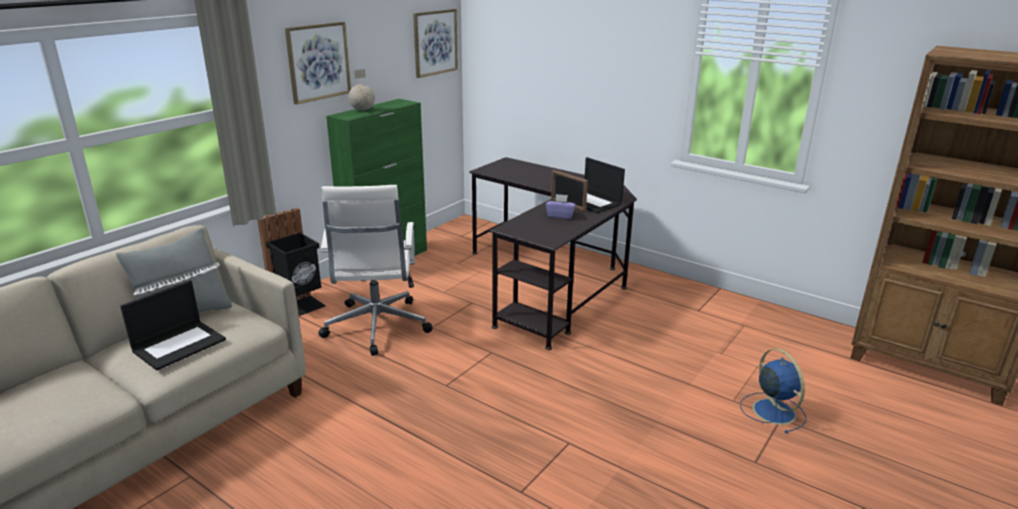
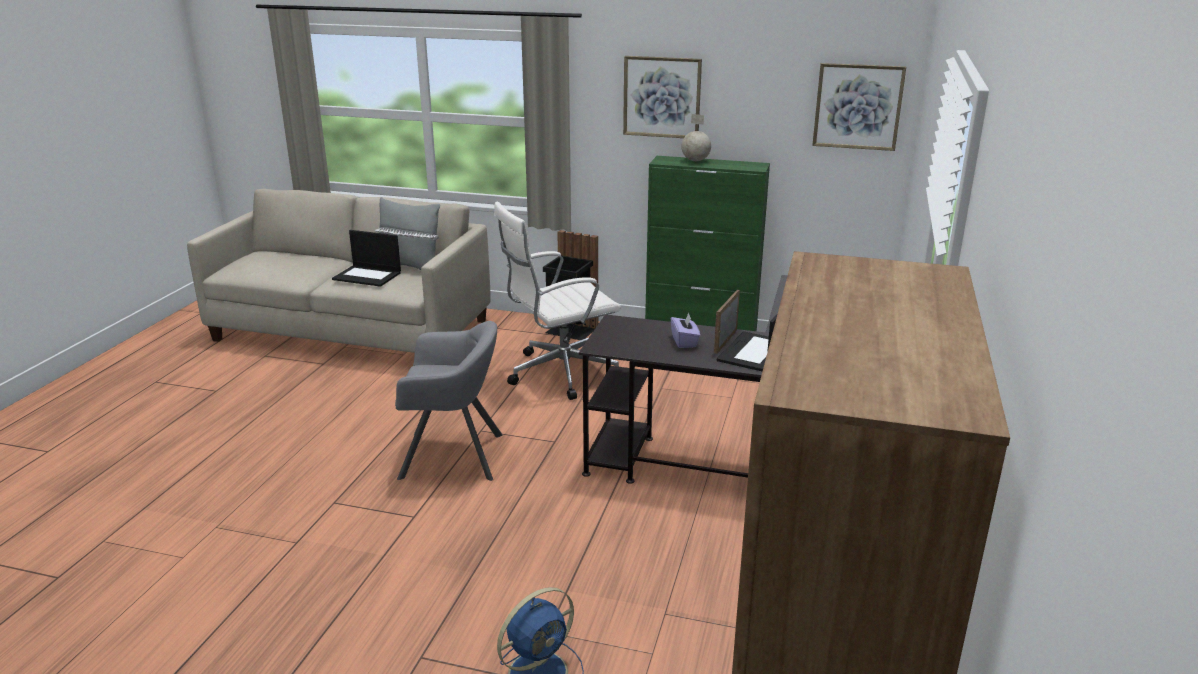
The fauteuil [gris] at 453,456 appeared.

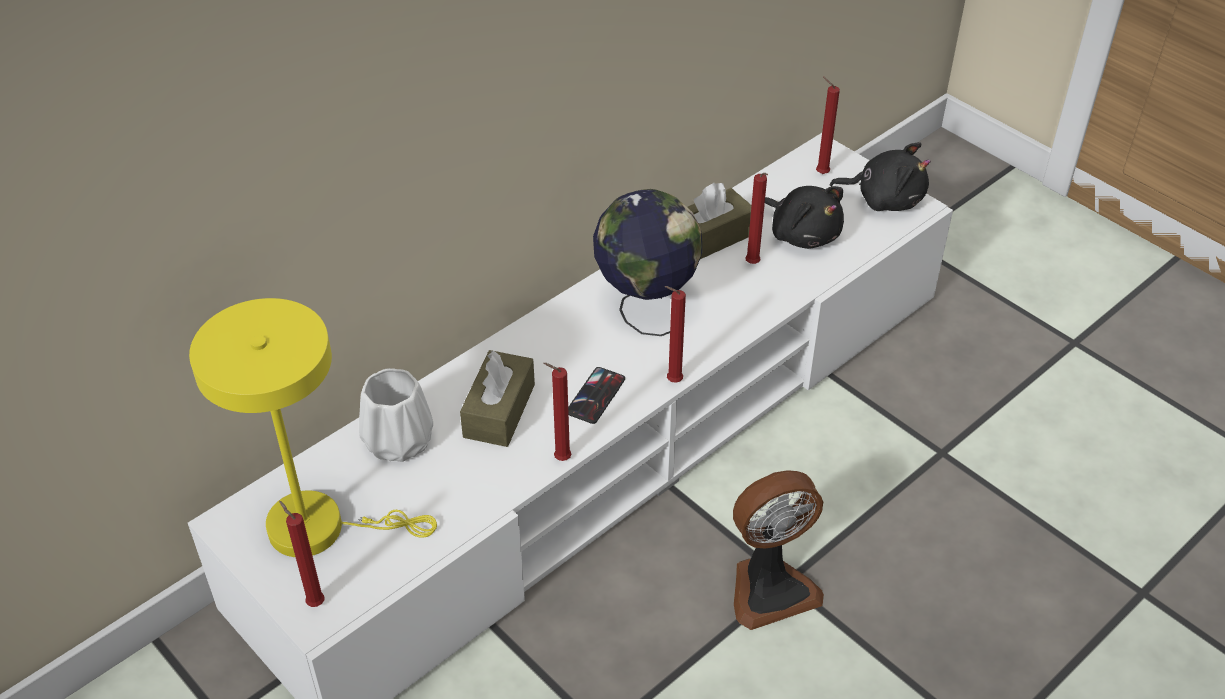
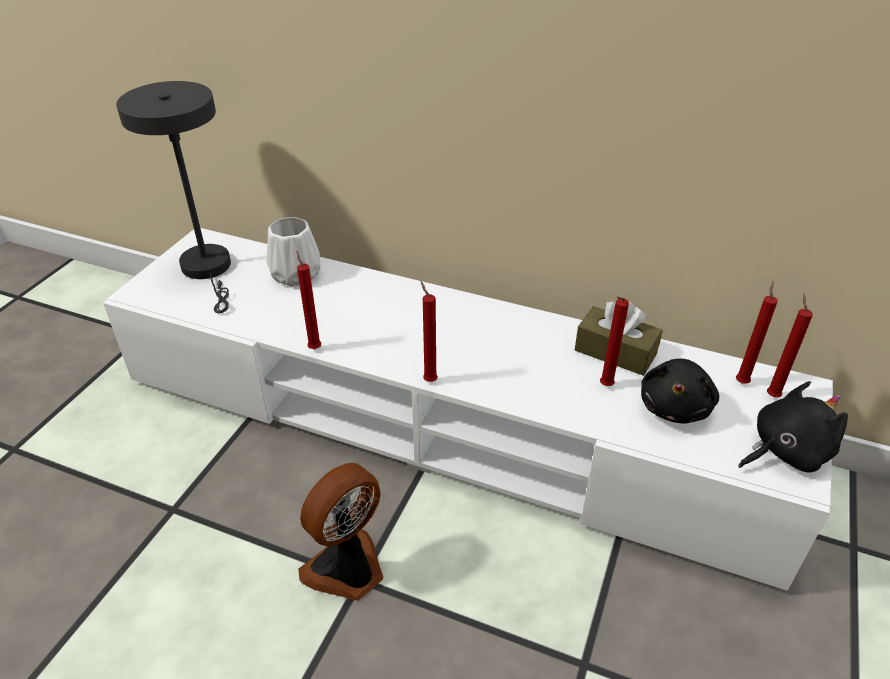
The boîte à mouchoirs [marron] at 499,411 disappeared. The téléphone at 596,396 disappeared. The globe at 646,306 disappeared. The bougie [rouge] moved from 314,602 to 741,381. The lampe de table [jaune] at 320,527 became the lampe de table [gris] at 209,270. The ventilateur at 769,587 turned 90 degrees clockwise. The peluche [noir] at 884,199 turned 105 degrees counterclockwise.

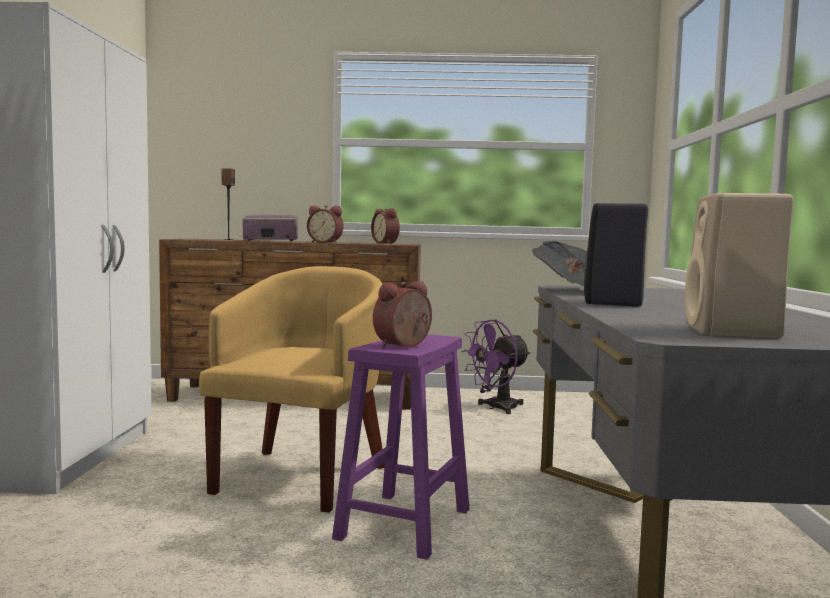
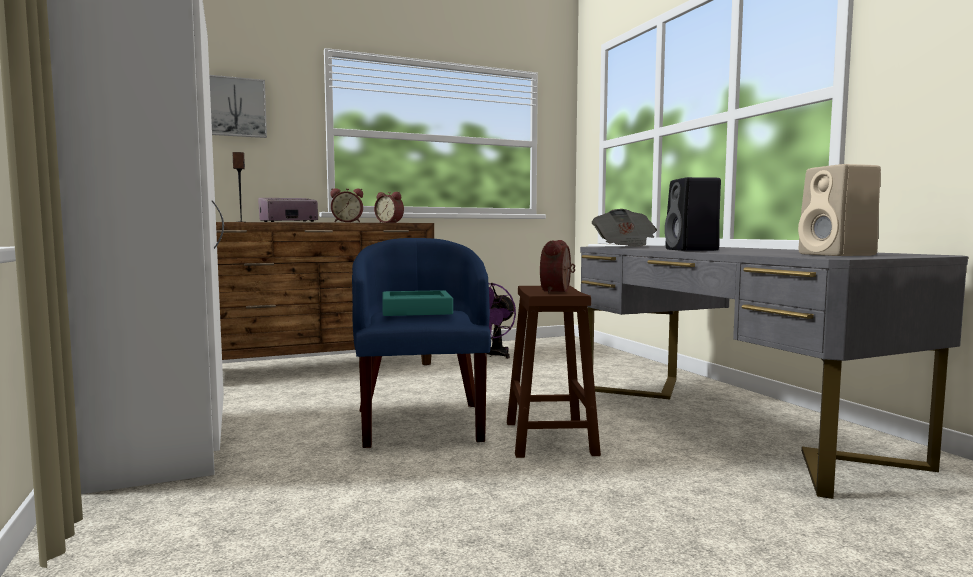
The tableau at 235,107 appeared. The plateau [turquoise] at 416,310 appeared. The fauteuil [jaune] at 301,476 became the fauteuil [bleu] at 421,422. The tabouret [violet] at 405,522 became the tabouret [marron] at 549,437.

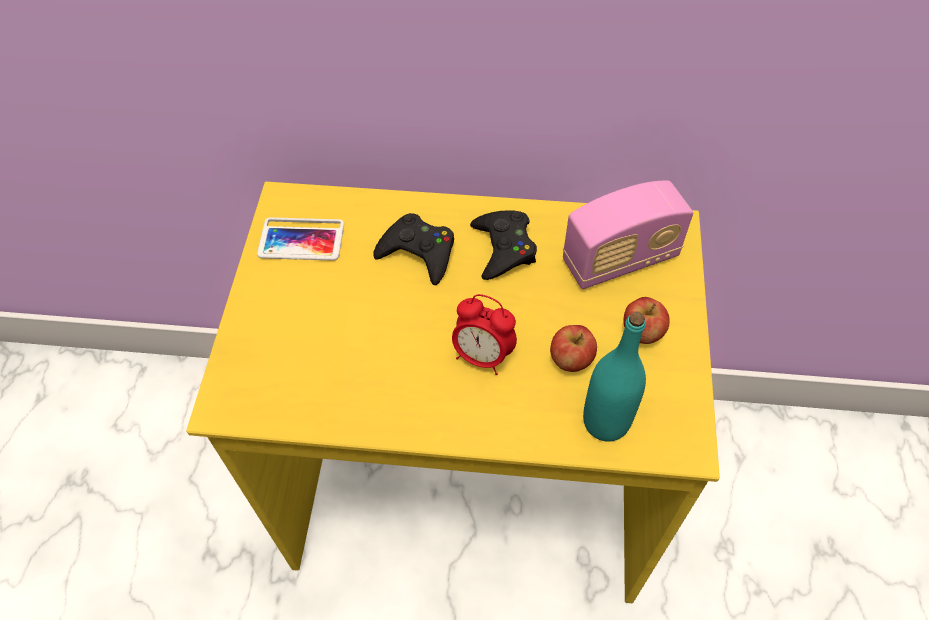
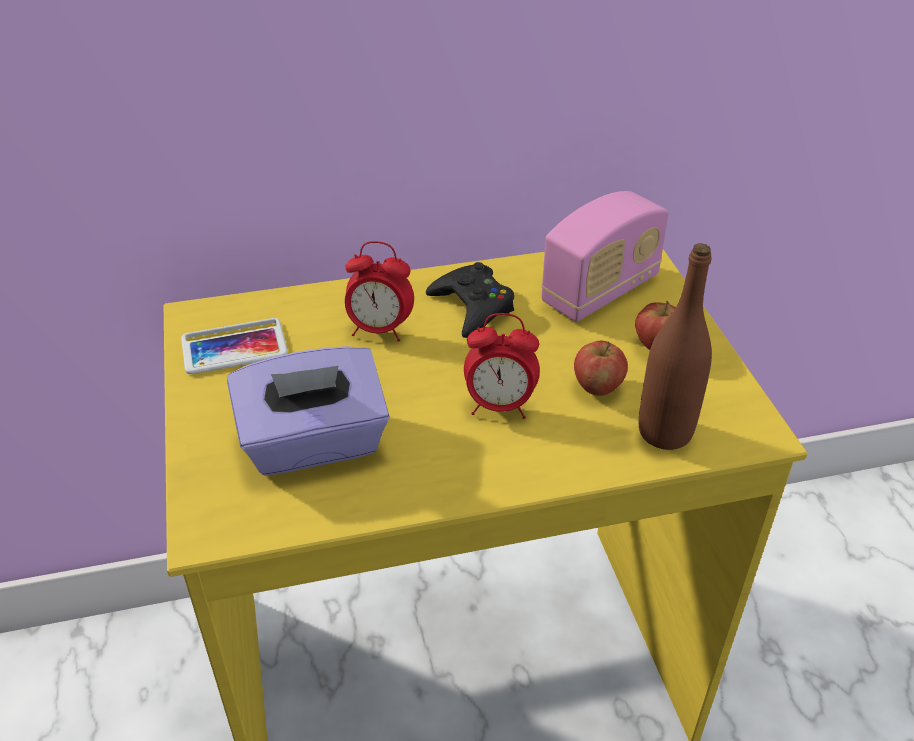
The boîte à mouchoirs [violet] at 314,444 appeared. The manette [noir] at 418,253 was replaced by the réveil at 379,330. The bouteille [turquoise] at 606,422 became the bouteille [marron] at 665,432.

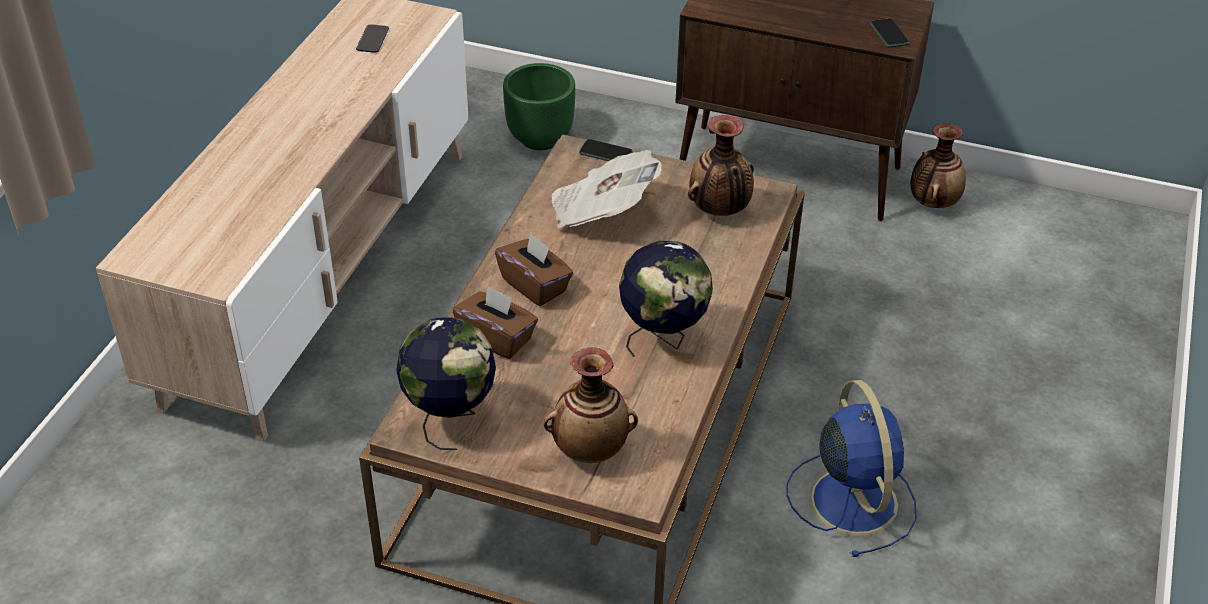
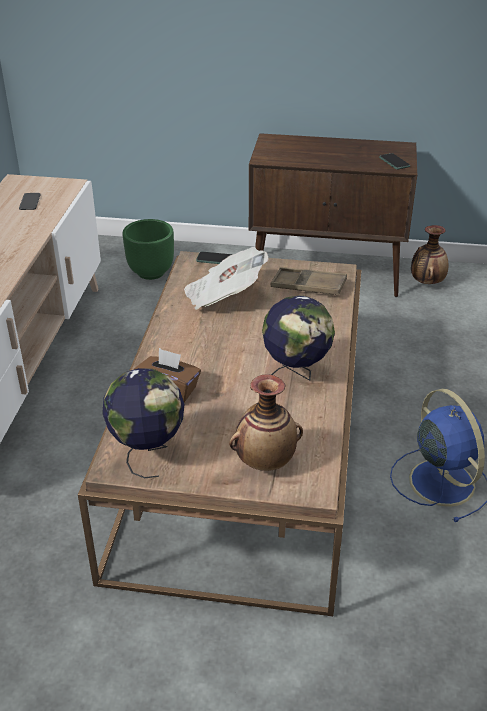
The boîte à mouchoirs [marron] at 535,285 disappeared. The vase at 719,210 was replaced by the plateau [marron] at 308,286.

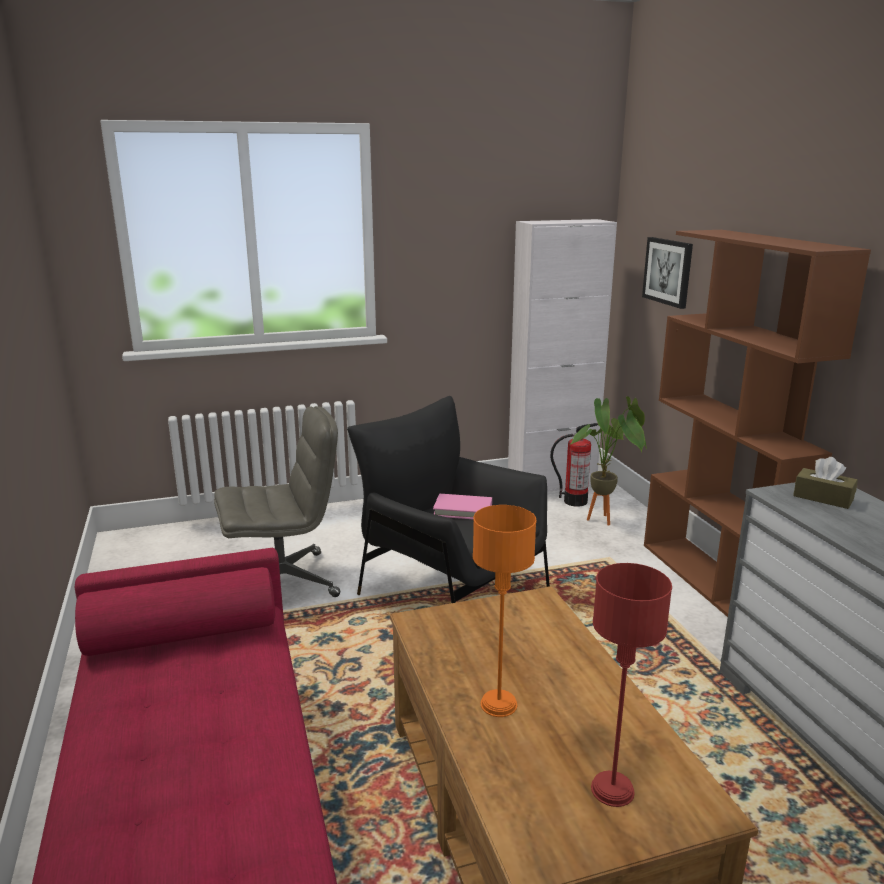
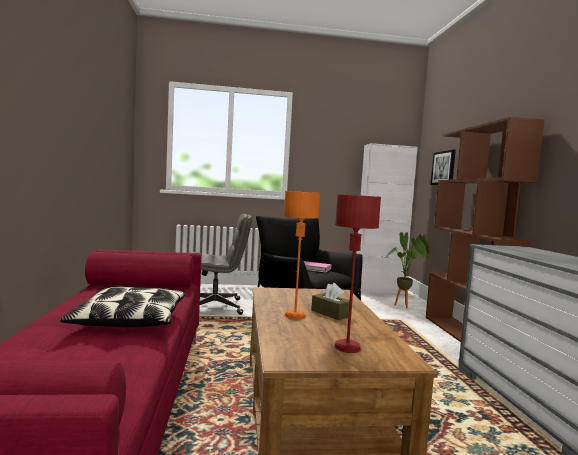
The extincteur at 575,501 disappeared. The coussin at 130,320 appeared. The boîte à mouchoirs [marron] moved from 823,498 to 330,313.

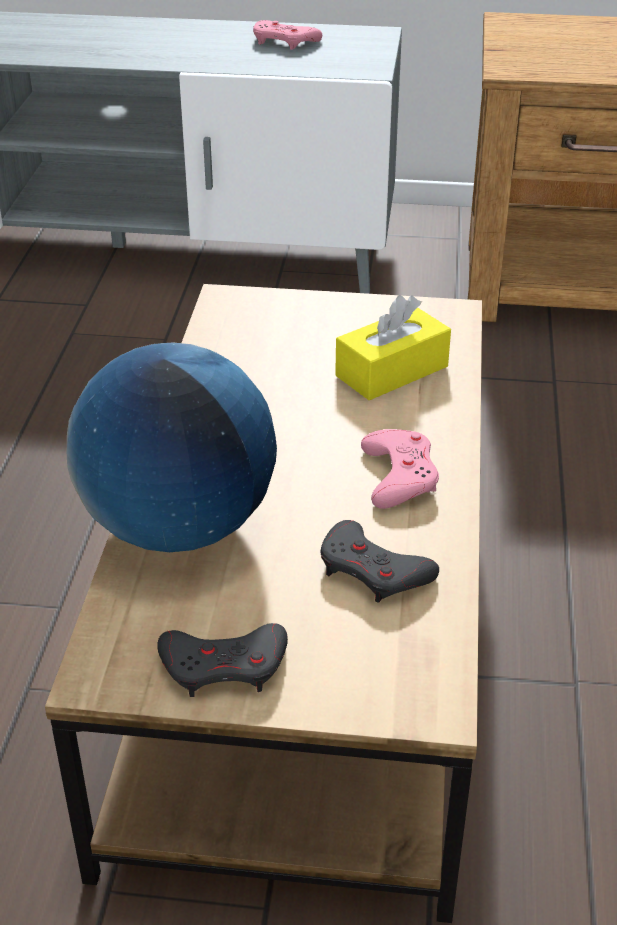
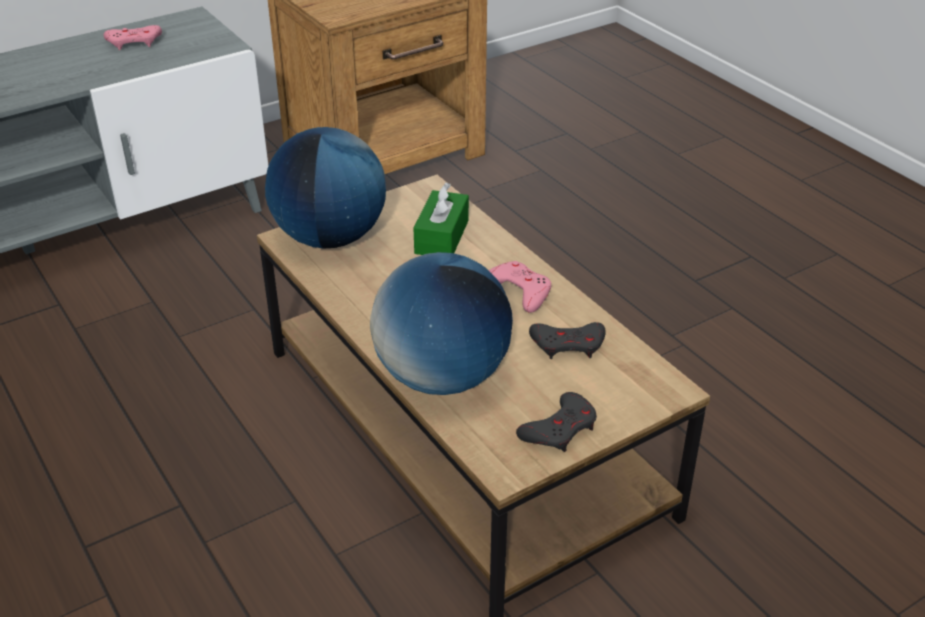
The globe at 330,238 appeared. The boîte à mouchoirs [jaune] at 392,371 became the boîte à mouchoirs [vert] at 442,237.

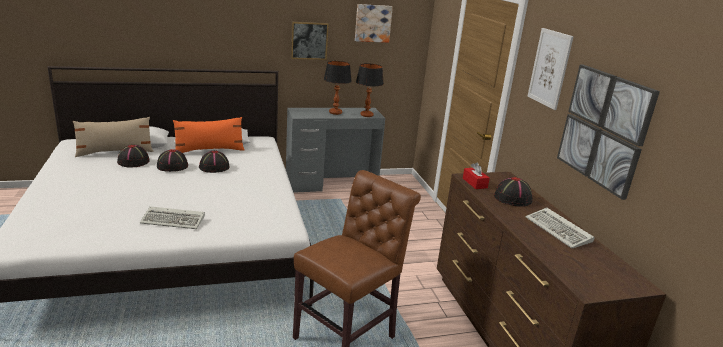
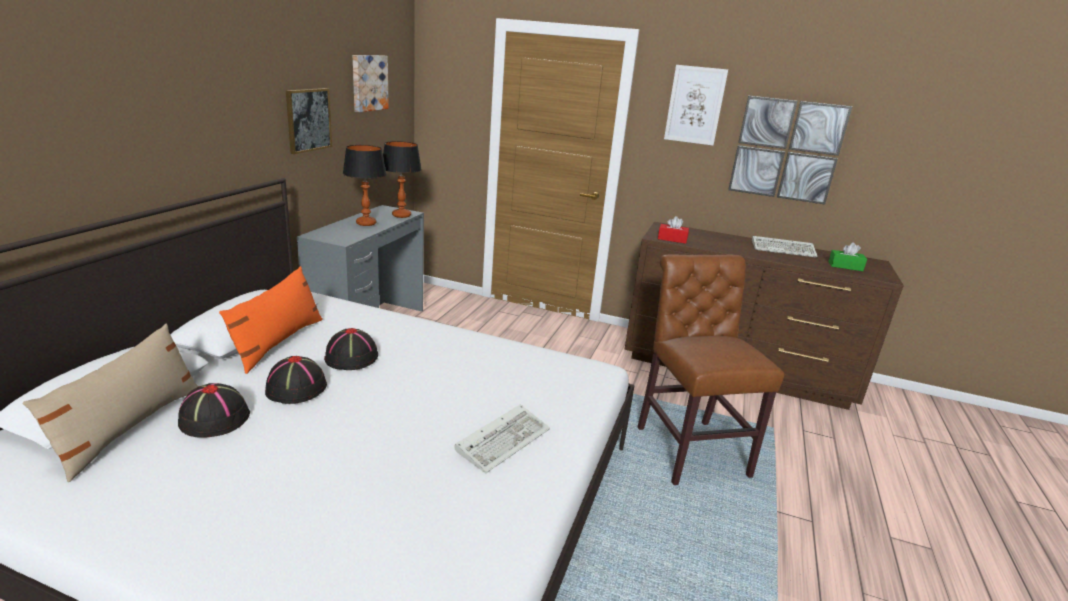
The chapeau [noir] at 513,198 disappeared. The boîte à mouchoirs [vert] at 845,266 appeared.

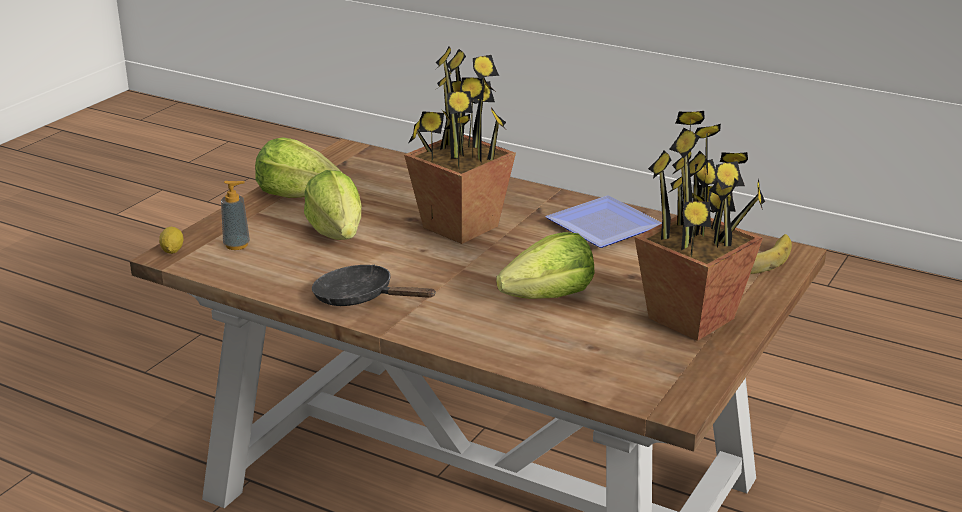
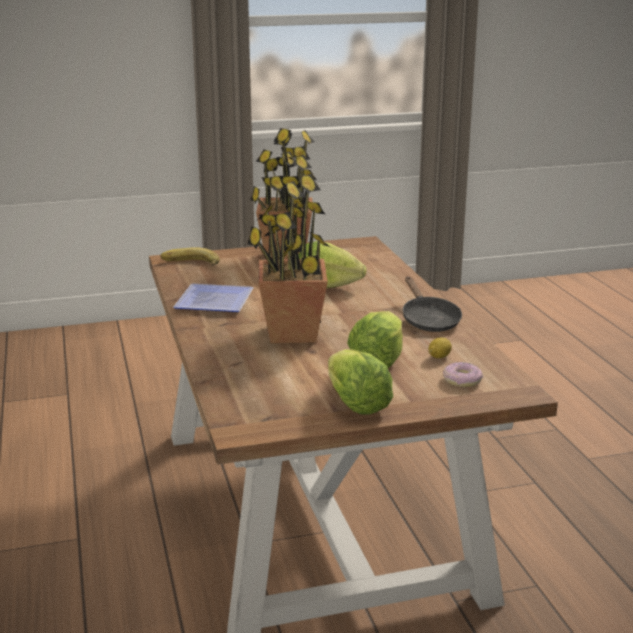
The citron moved from 172,250 to 439,357. The distributeur de savon at 237,245 was replaced by the beignet at 462,380.

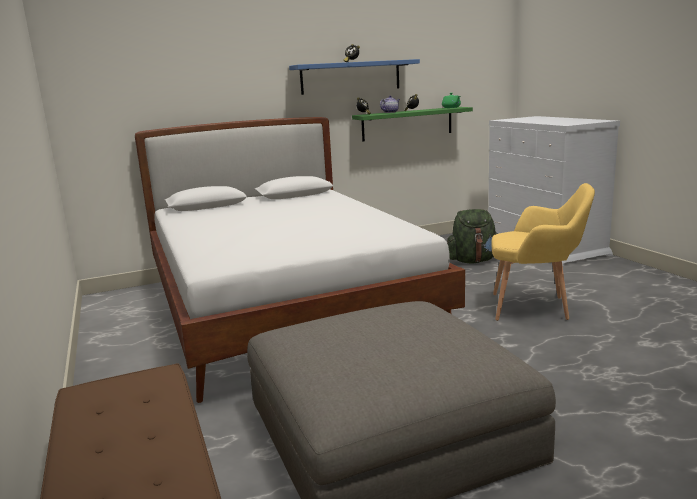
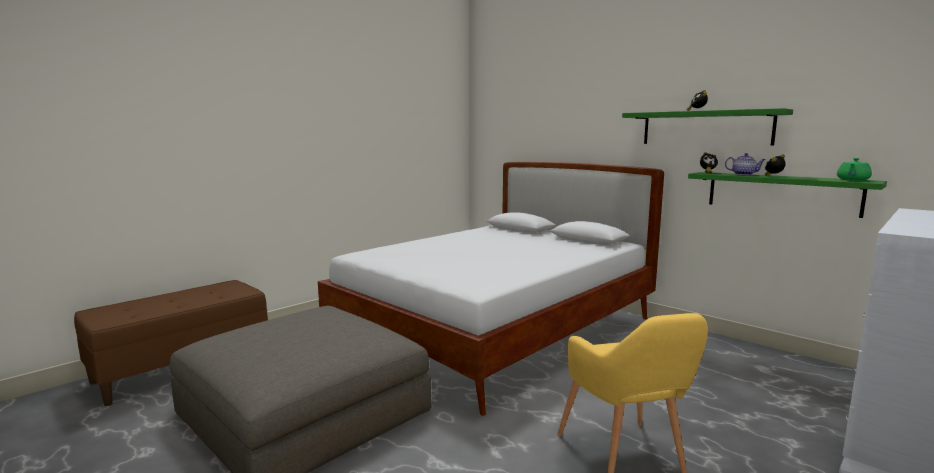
The sac à dos [vert] at 473,261 disappeared. The étagère [bleu] at 351,77 became the étagère [vert] at 705,128.

